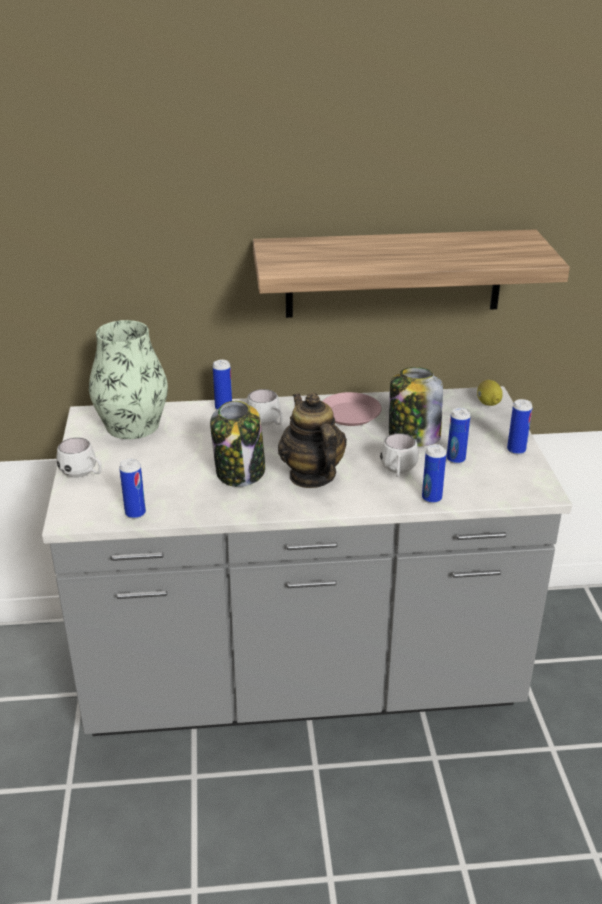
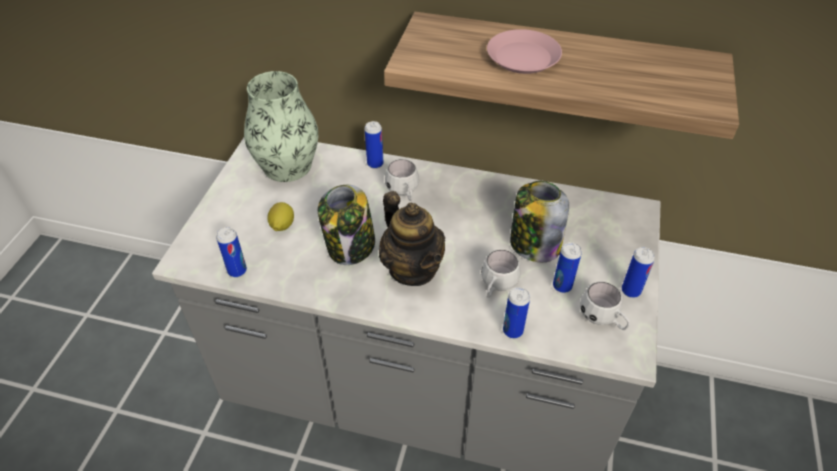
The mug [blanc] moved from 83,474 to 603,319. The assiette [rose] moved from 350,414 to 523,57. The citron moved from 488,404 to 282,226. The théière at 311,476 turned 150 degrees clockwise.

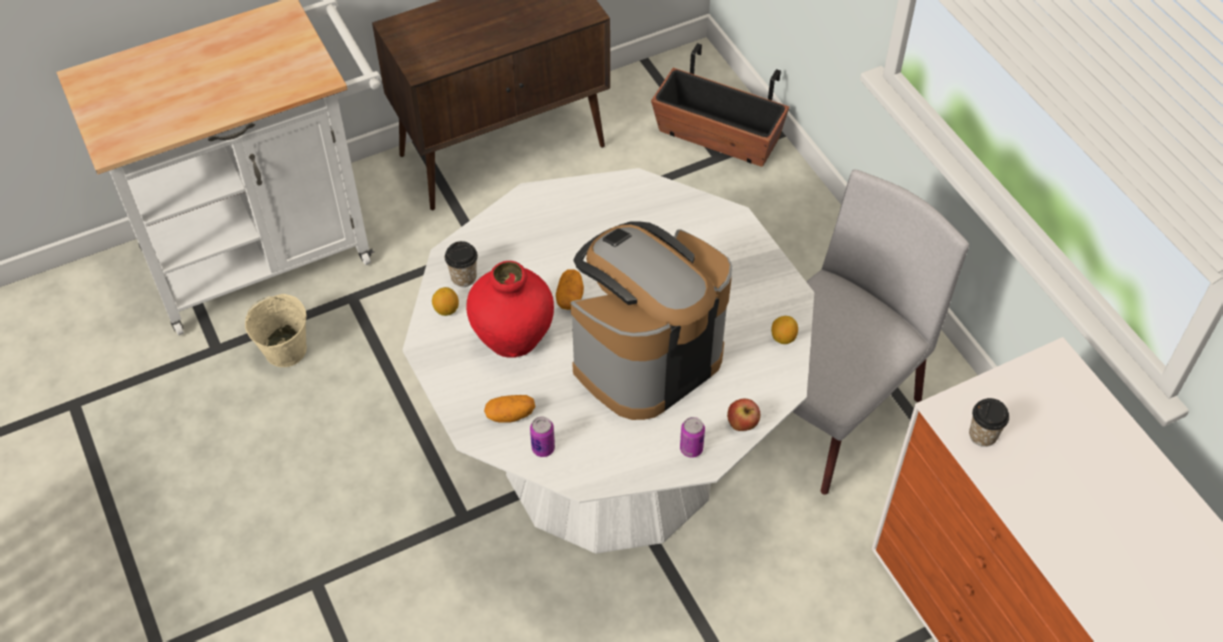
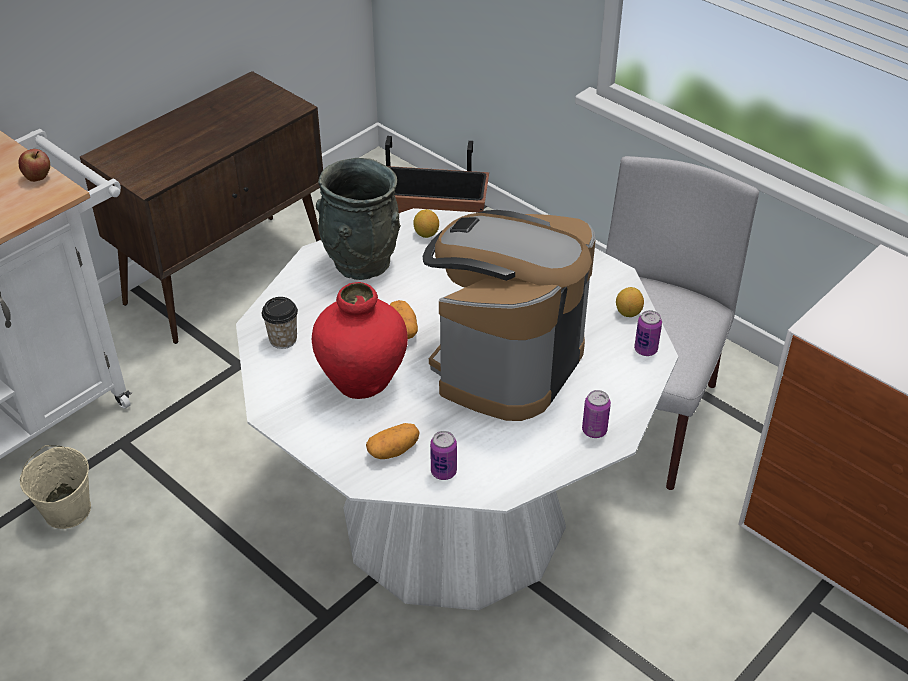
The tasse at 982,435 disappeared. The vase [gris] at 361,264 appeared. The boîte métallique at 645,350 appeared. The citron moved from 446,309 to 426,234. The pomme moved from 742,425 to 38,178.

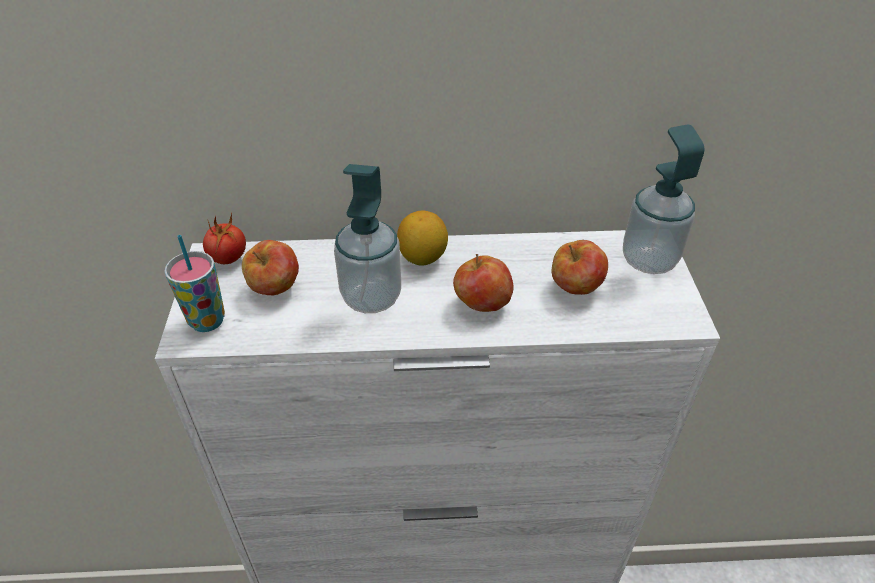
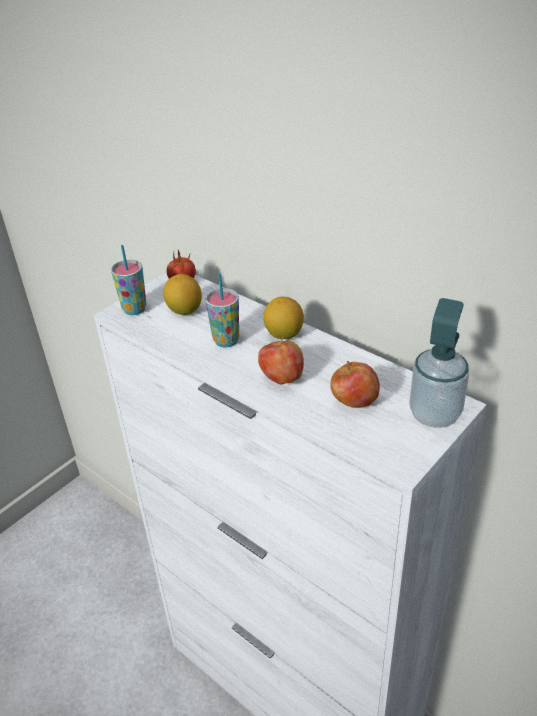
The pomme at 276,289 was replaced by the citron at 185,310. The distributeur de savon at 371,297 was replaced by the tasse at 226,341.

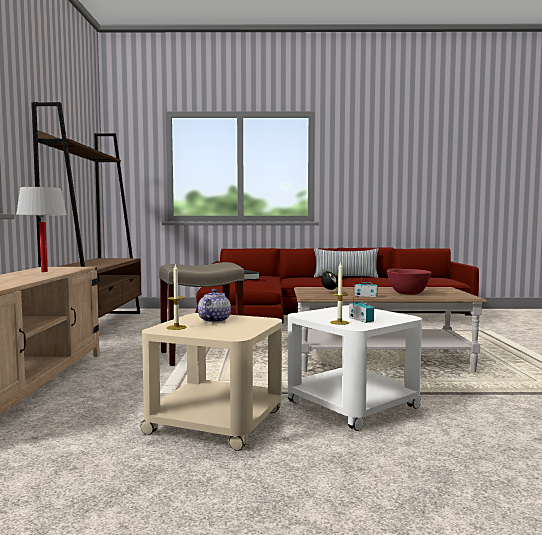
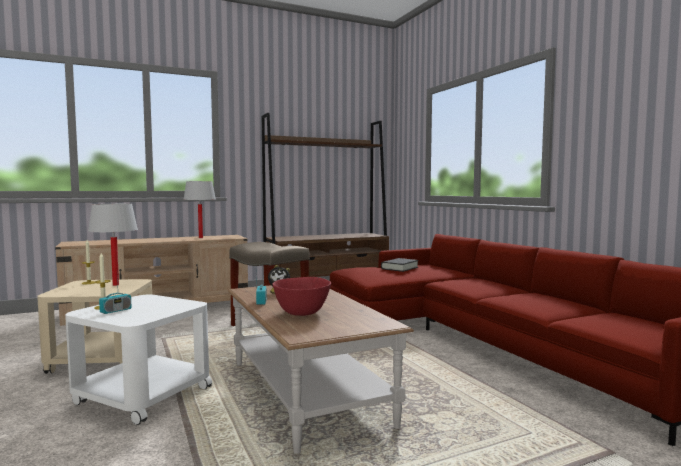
The coussin at 345,277 disappeared. The théière at 214,320 was replaced by the lampe de table [blanc] at 115,285.

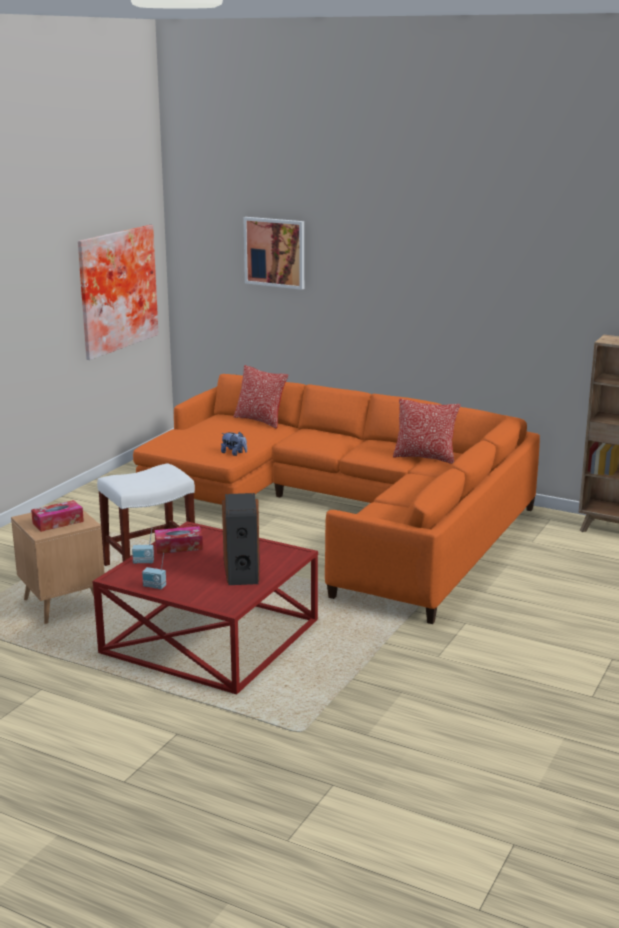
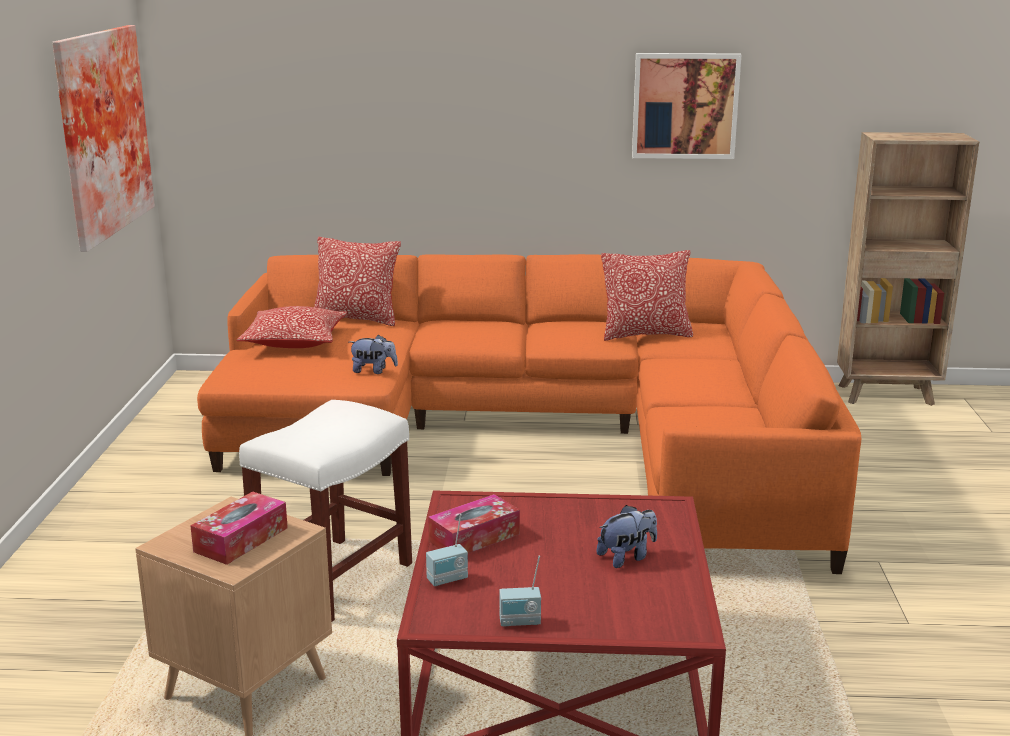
The coussin at 294,342 appeared. The tableau moved from 275,252 to 685,106. The enceinte at 242,571 was replaced by the peluche at 627,557.

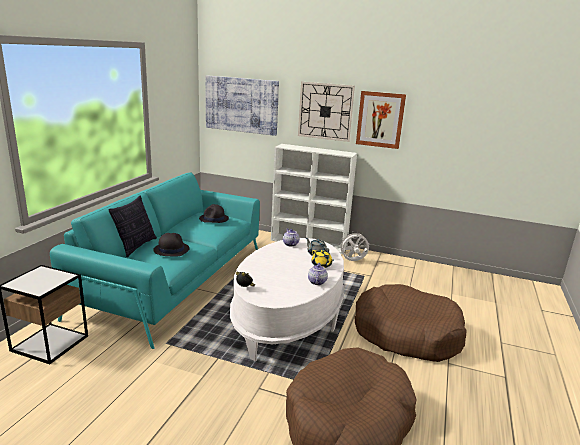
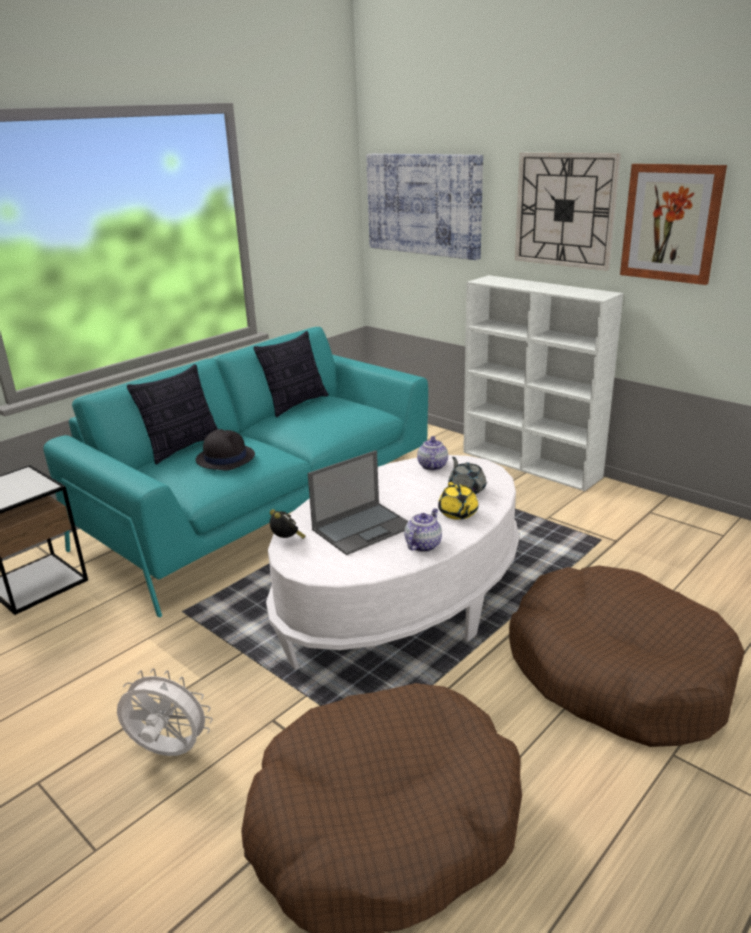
The chapeau [noir] at 214,219 disappeared. The coussin at 295,404 appeared. The ordinateur portable at 363,528 appeared. The ventilateur [blanc] moved from 353,261 to 167,752.

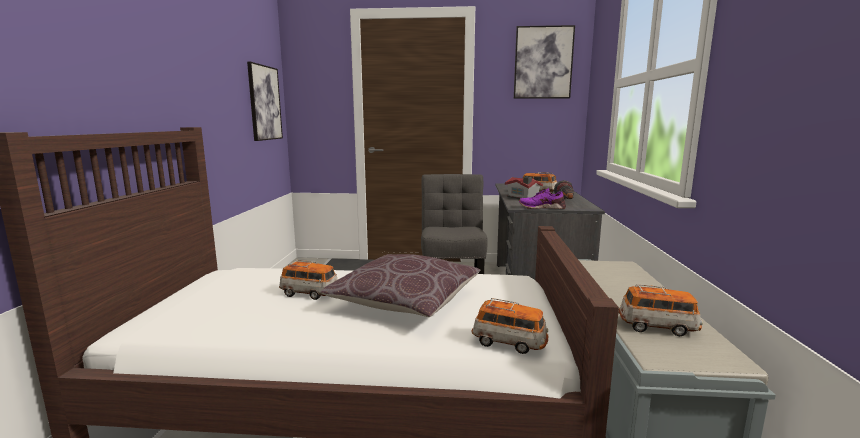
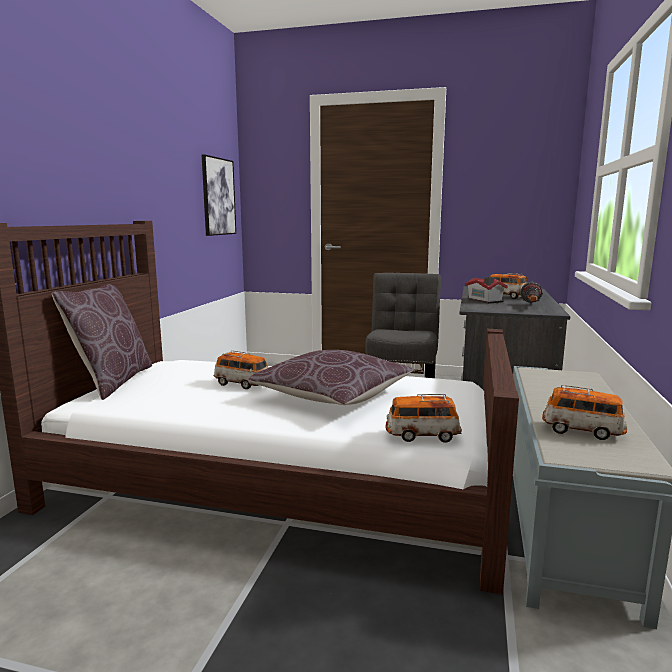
The tableau at 543,63 disappeared. The chaussure [violet] at 542,207 disappeared. The coussin [marron] at 112,381 appeared. The petite voiture at 509,343 turned 150 degrees clockwise.

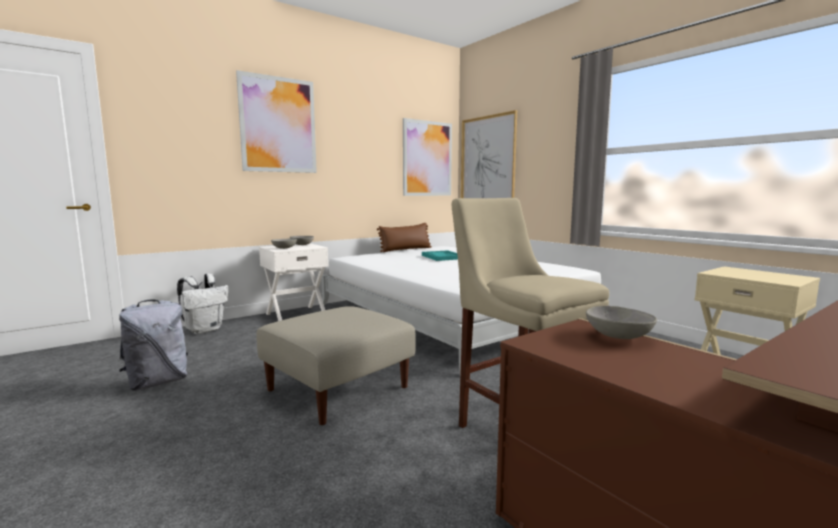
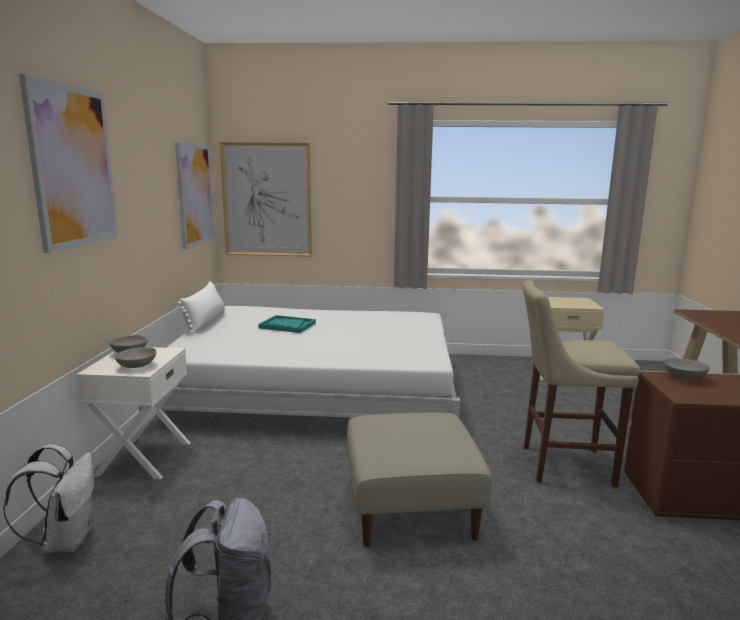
The coussin [marron] at 406,250 became the coussin [blanc] at 205,322.

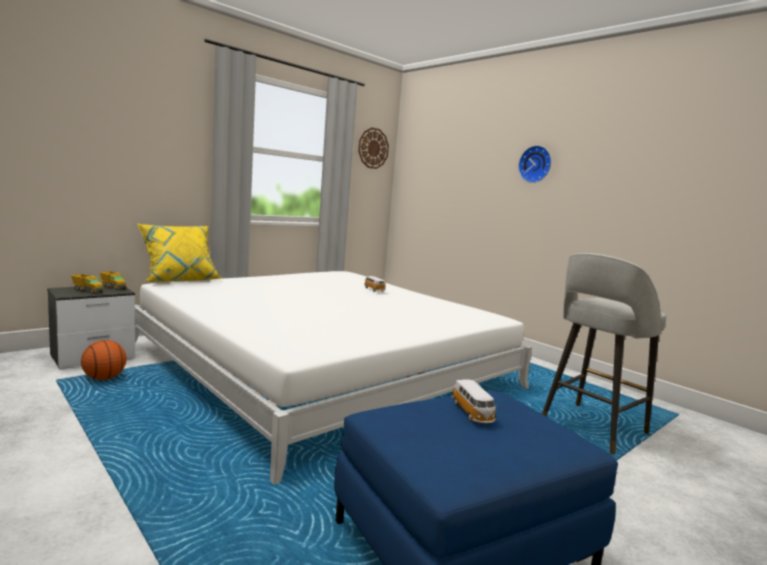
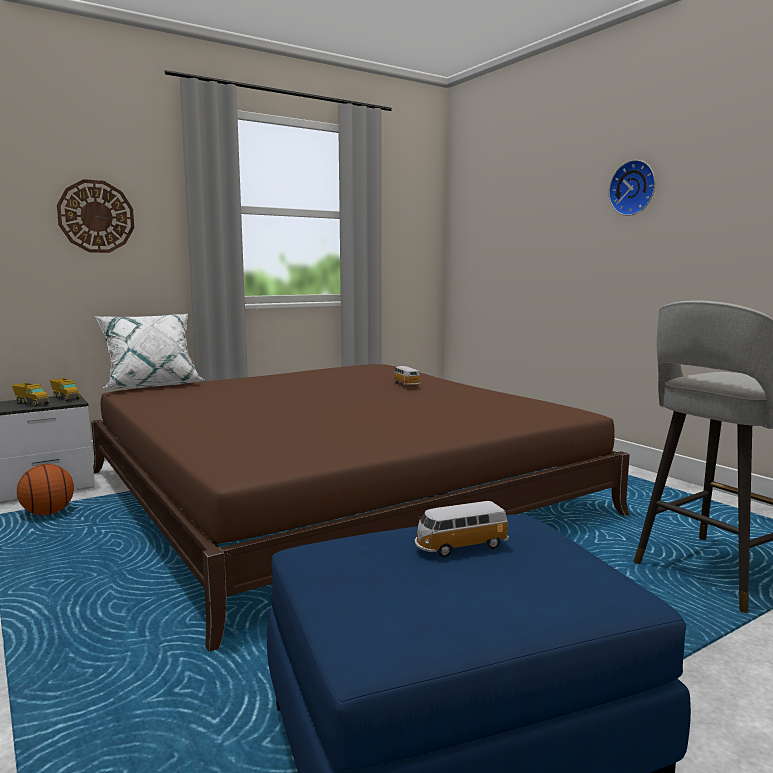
The horloge murale moved from 373,148 to 96,216. The lit [blanc] at 323,366 became the lit [marron] at 334,492. The coussin [jaune] at 179,280 became the coussin [blanc] at 152,385. The petite voiture at 472,413 turned 75 degrees clockwise.

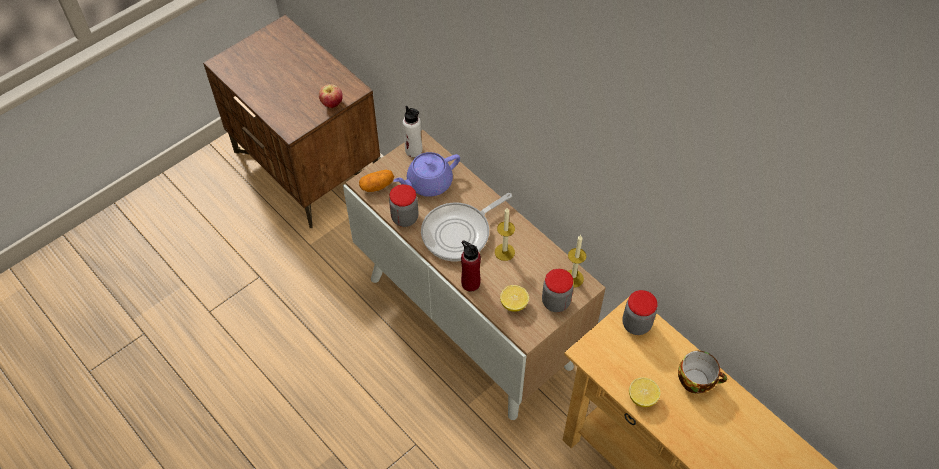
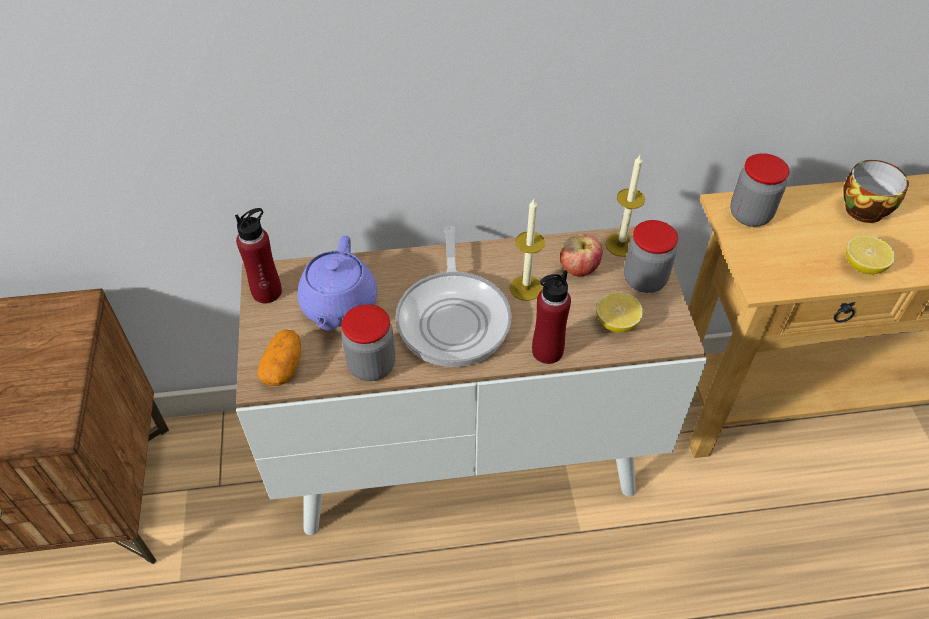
The pomme moved from 332,104 to 578,269. The bouteille [blanc] at 413,150 became the bouteille [rouge] at 267,292.

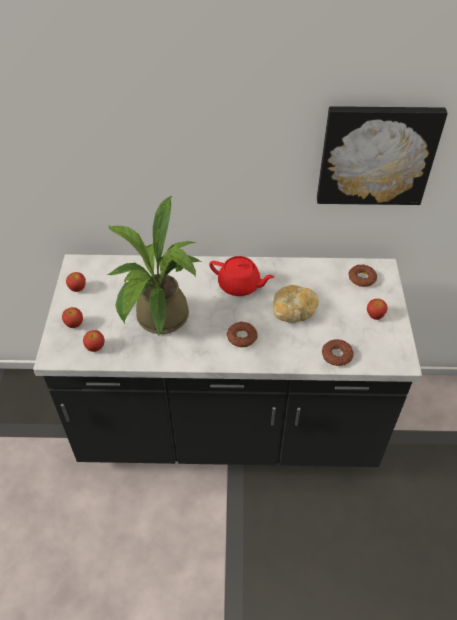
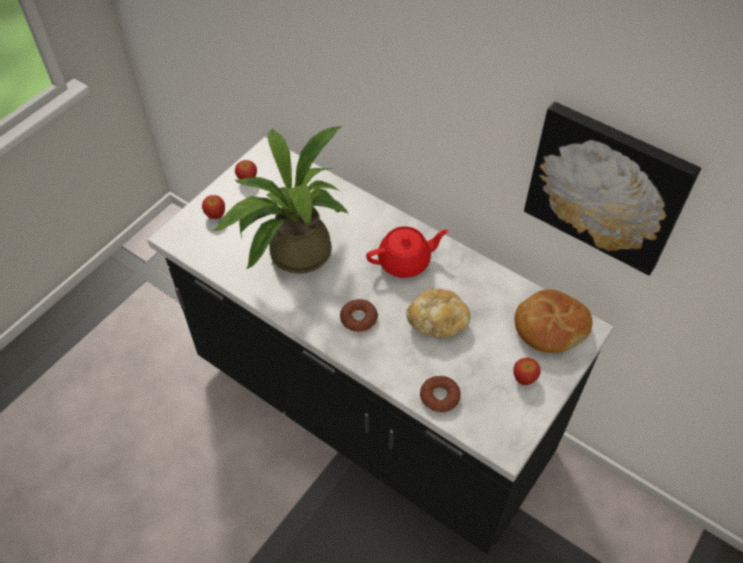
The pomme at 95,347 disappeared. The beignet at 362,278 was replaced by the pain at 549,327. The théière [rouge] at 240,285 turned 75 degrees counterclockwise.

